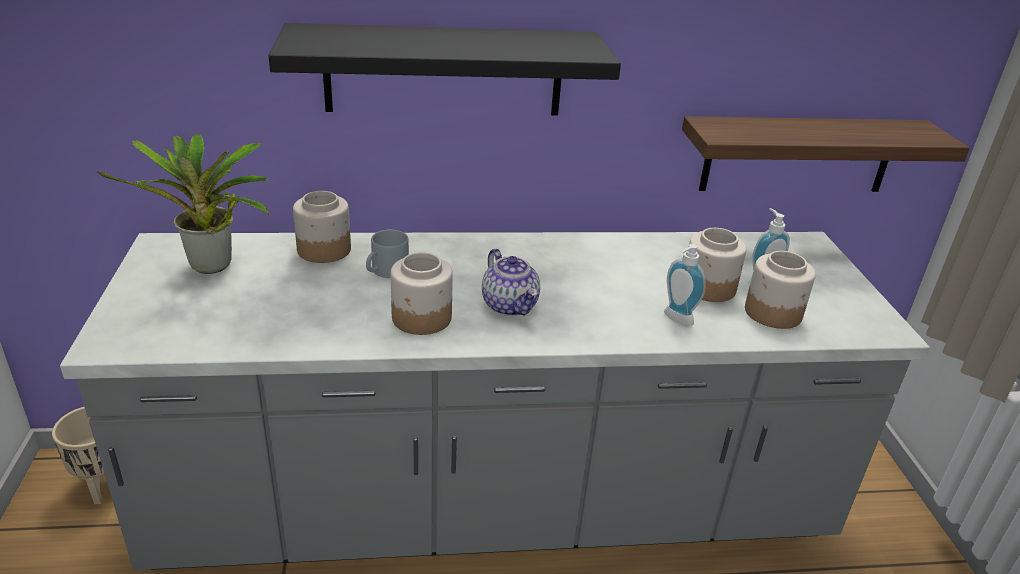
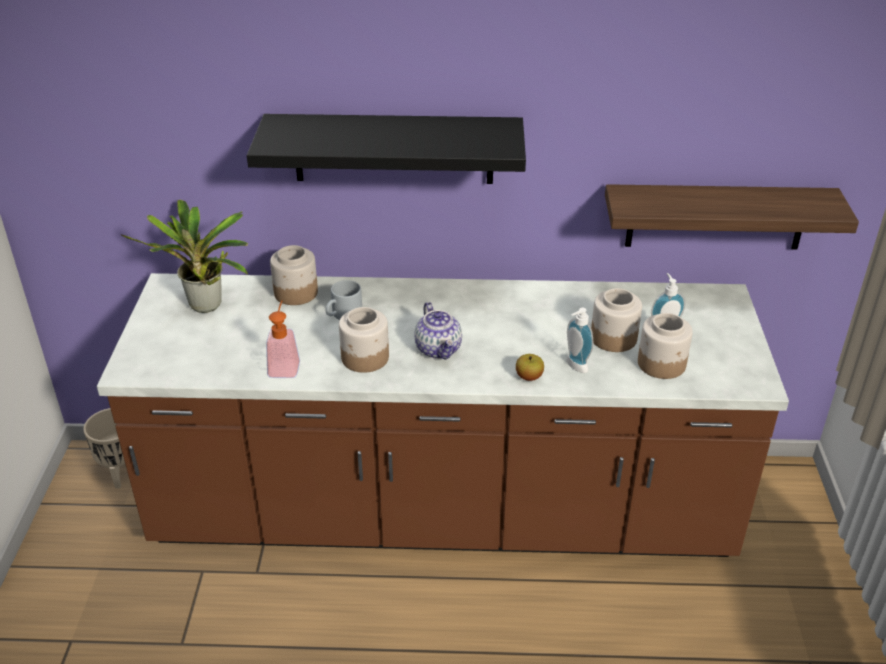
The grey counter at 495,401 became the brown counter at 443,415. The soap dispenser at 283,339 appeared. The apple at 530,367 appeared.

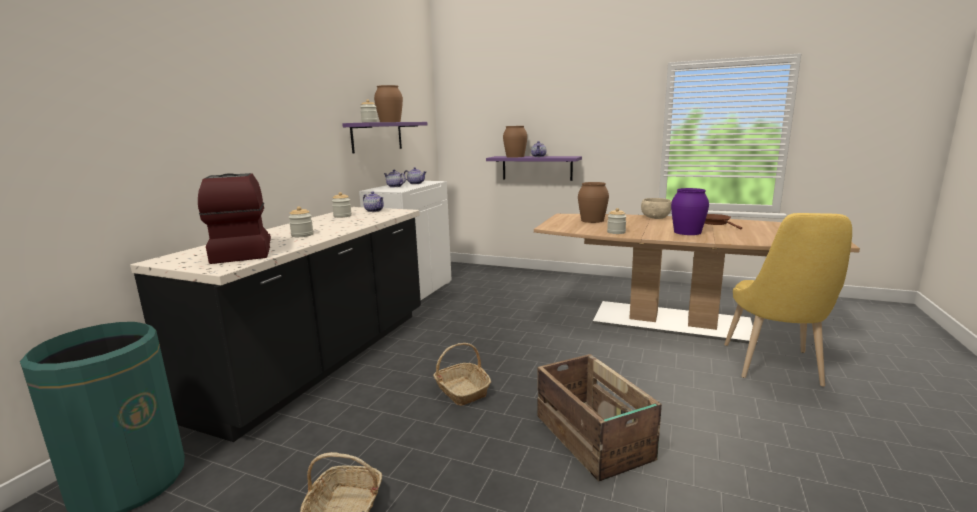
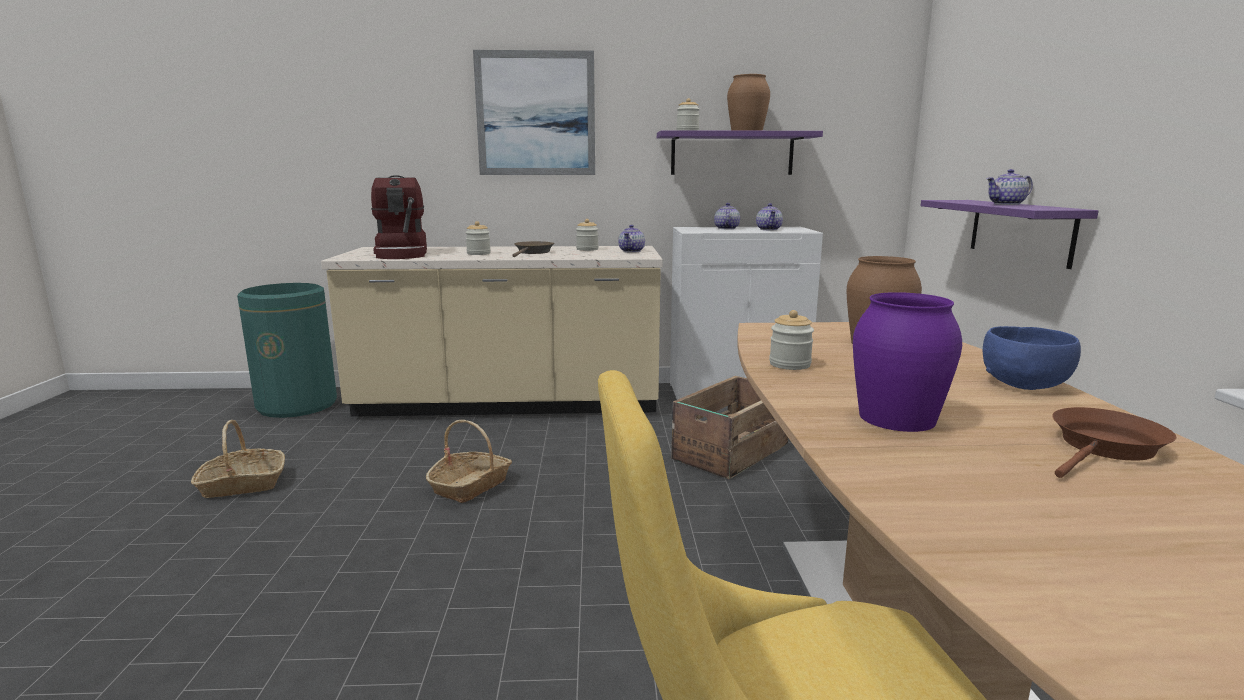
The black counter at 275,324 became the beige counter at 492,331. The coffee machine at 234,218 turned 120 degrees clockwise. The brown vase at 515,142 disappeared. The crate moved from 600,418 to 729,427. The beige bowl at 656,208 became the blue bowl at 1032,358. The picture at 534,112 appeared. The brown frying pan at 533,249 appeared.

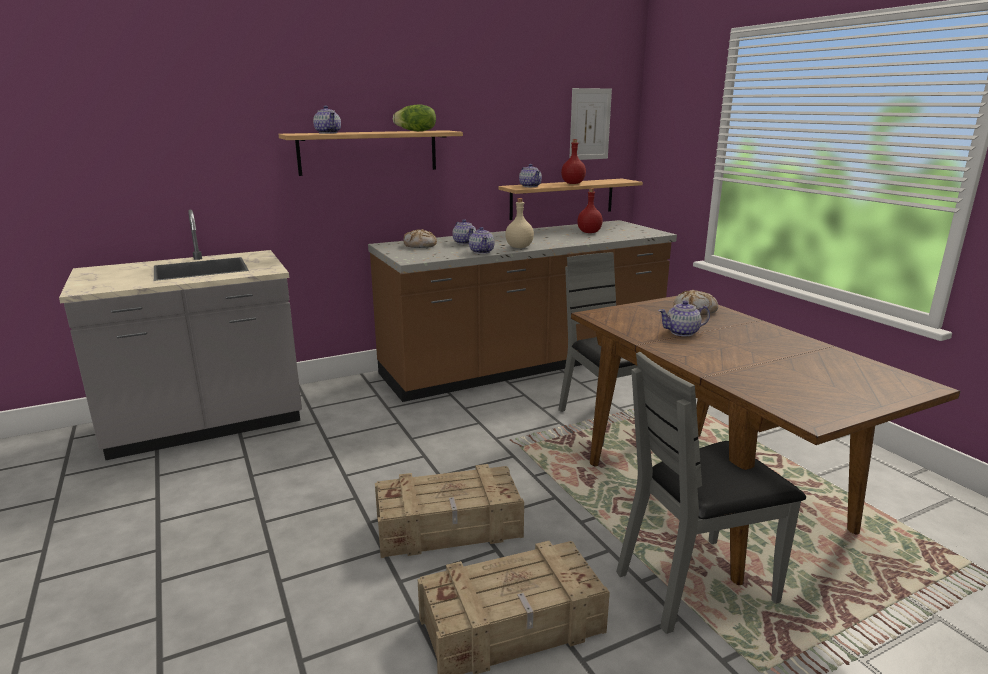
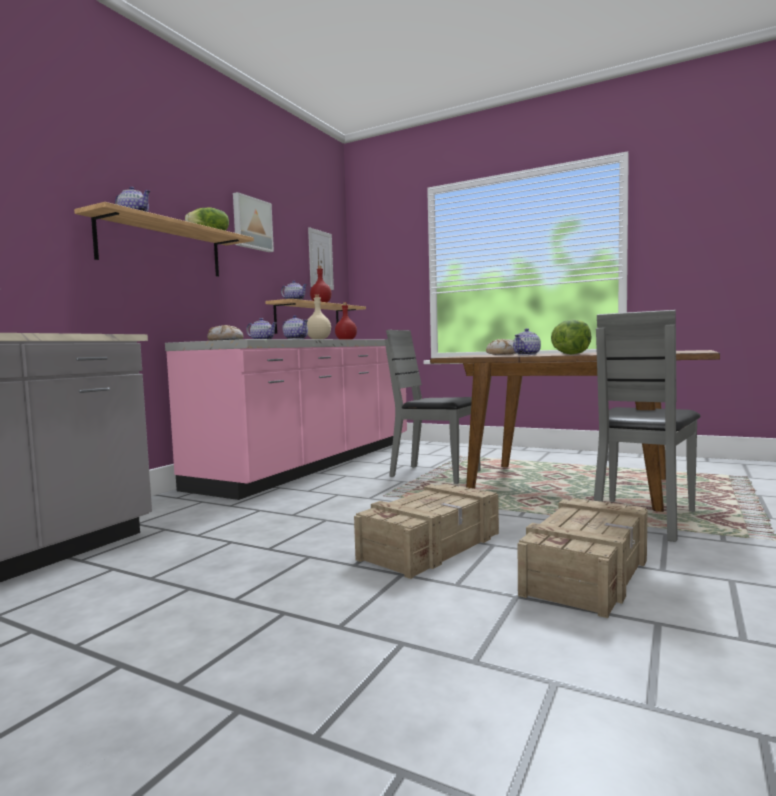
The brown counter at 522,311 became the pink counter at 286,419. The picture at 253,222 appeared. The lettuce at 571,337 appeared.

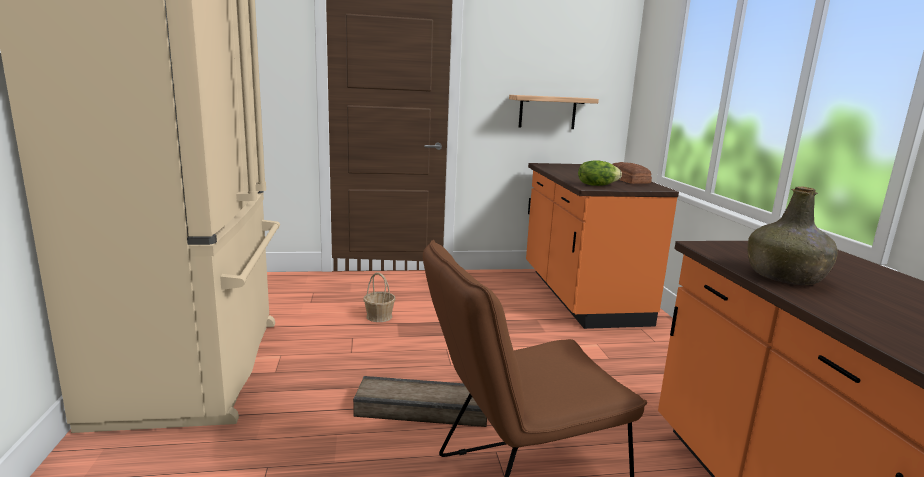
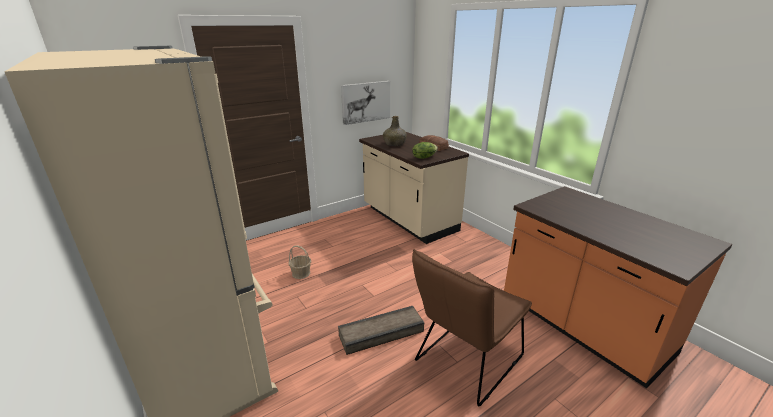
The shelf at 554,112 was replaced by the picture at 365,103. The orange counter at 602,246 became the beige counter at 414,188. The green bottle moved from 792,236 to 395,131.

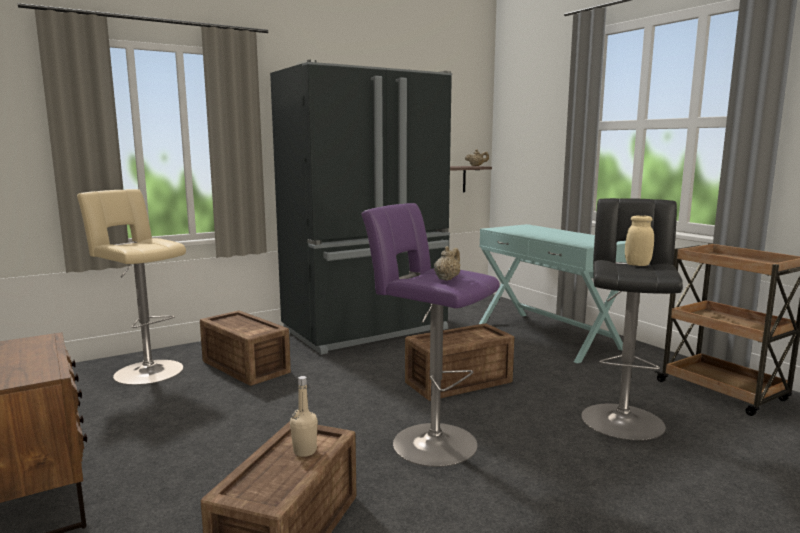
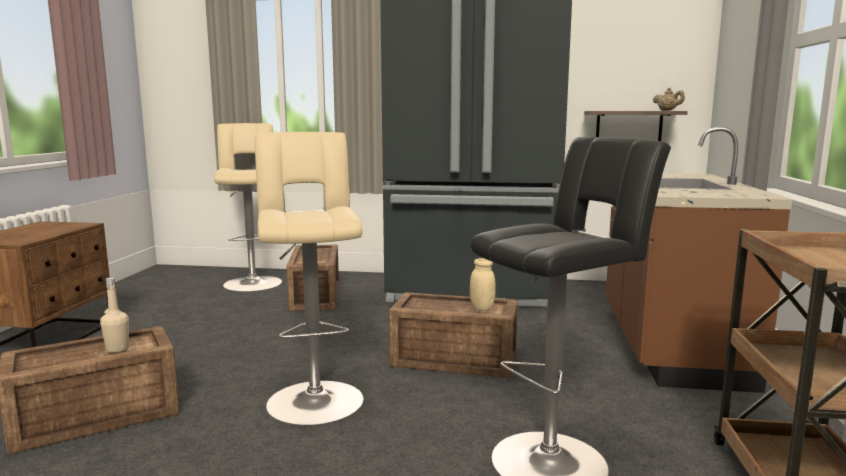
The purple stool at 430,335 became the beige stool at 309,279. The beige teapot at 447,263 disappeared. The turquoise console table at 553,293 was replaced by the brown counter at 699,260. The beige jar moved from 639,240 to 483,284.

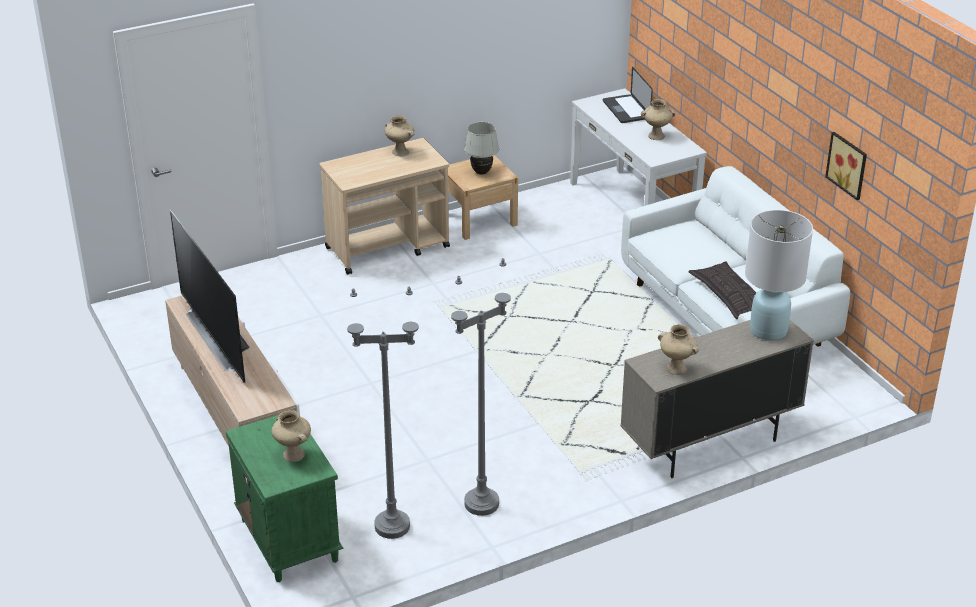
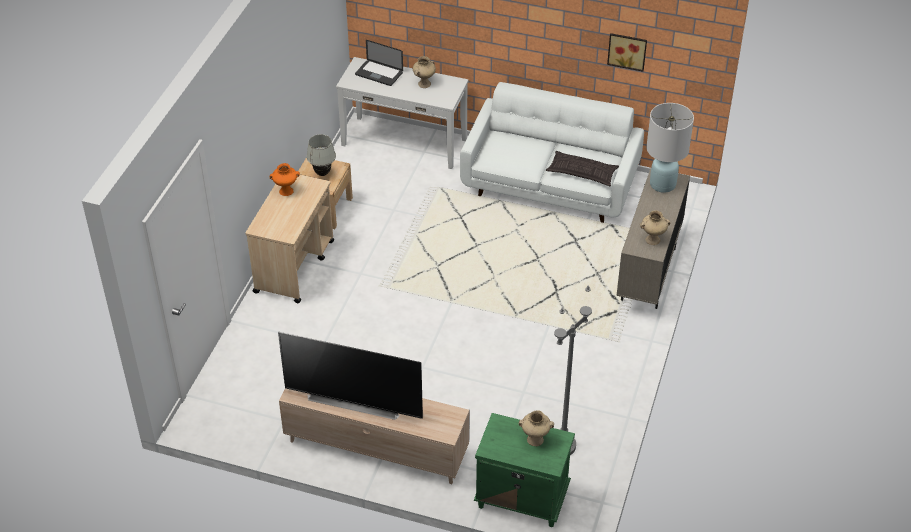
The beige vase at 399,135 became the orange vase at 285,179. The grey floor lamp at 481,387 disappeared.

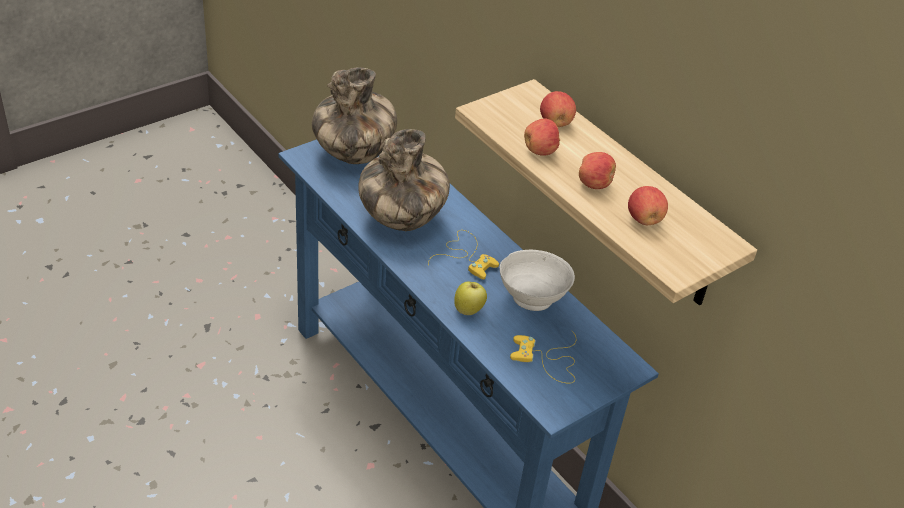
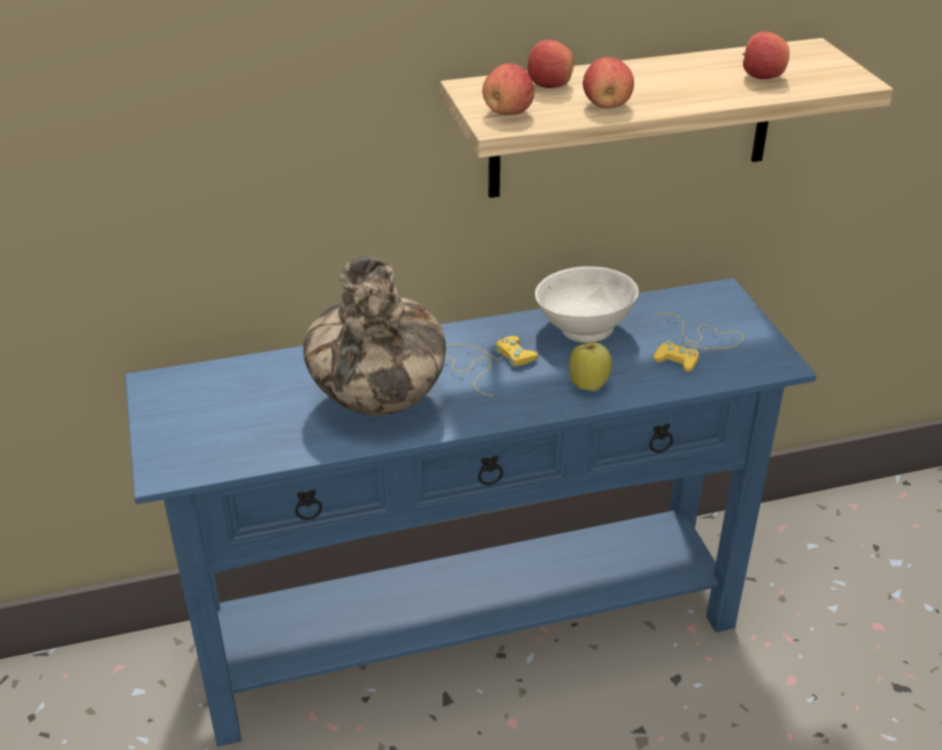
The vase at 354,115 disappeared. The apple moved from 597,170 to 508,89.

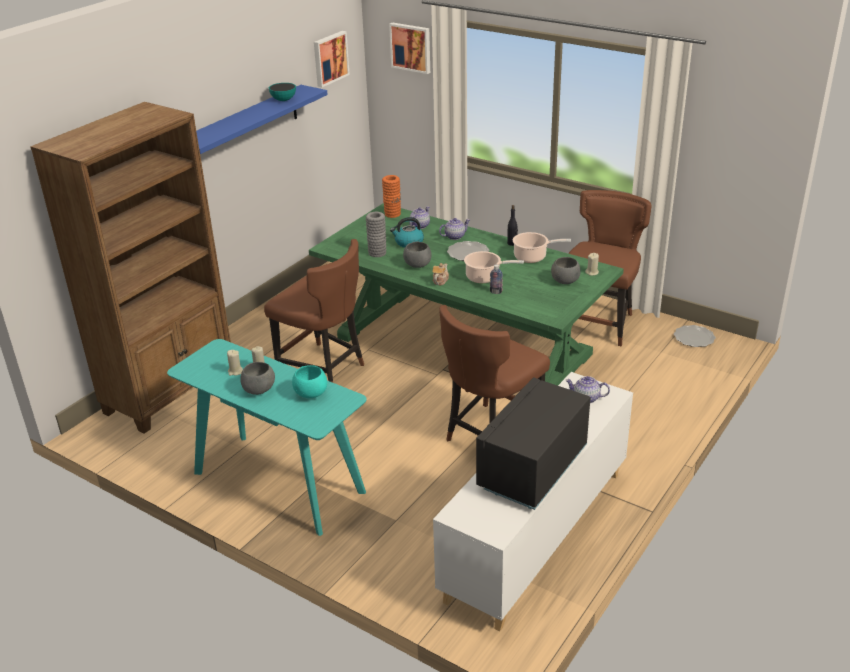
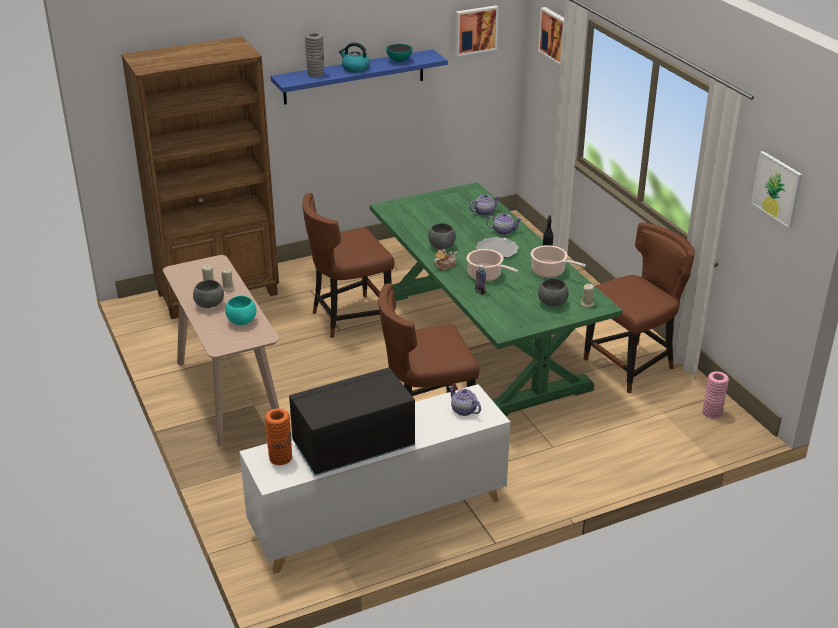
The turquoise console table at 267,437 became the beige console table at 221,350. The brown chair at 314,311 turned 90 degrees clockwise. The grey vase moved from 376,234 to 314,54. The orange vase moved from 391,196 to 278,437. The kettle moved from 407,232 to 354,57. The plate at 695,336 was replaced by the pink vase at 716,394. The picture at 776,189 appeared.

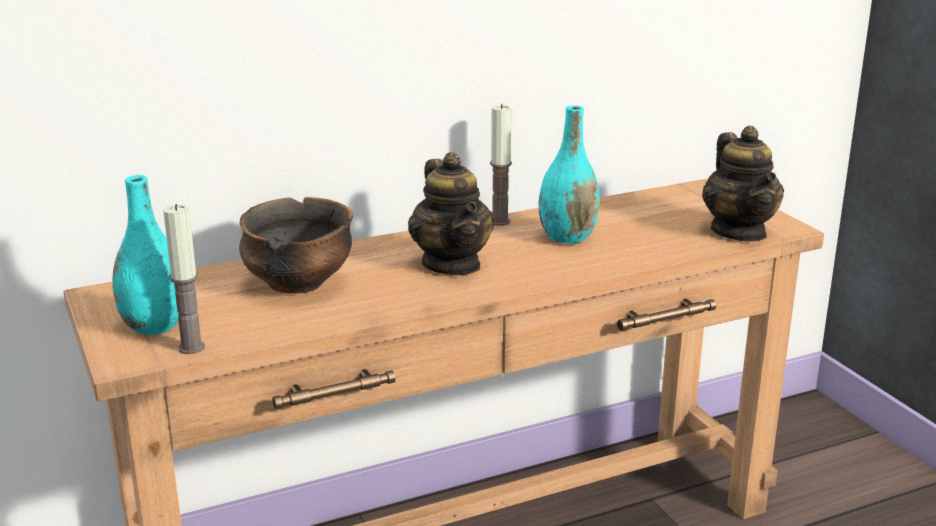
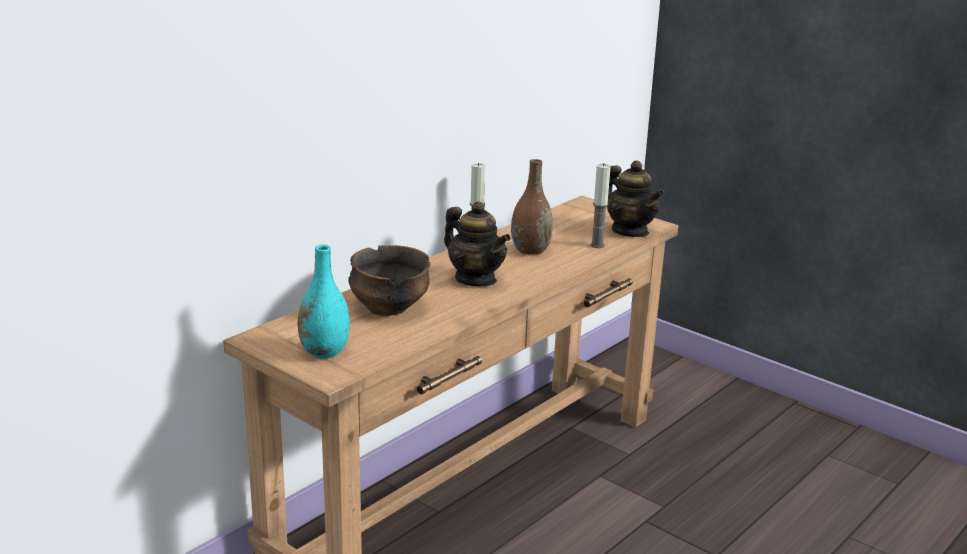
The candle moved from 184,279 to 600,206. The turquoise vase at 569,174 became the brown vase at 532,207.

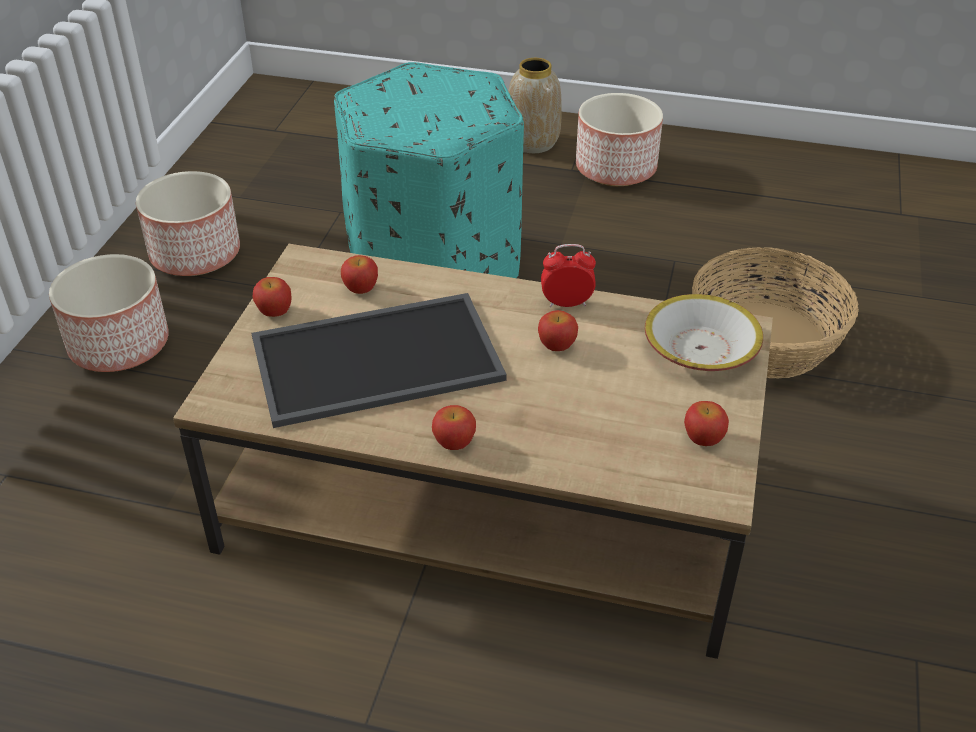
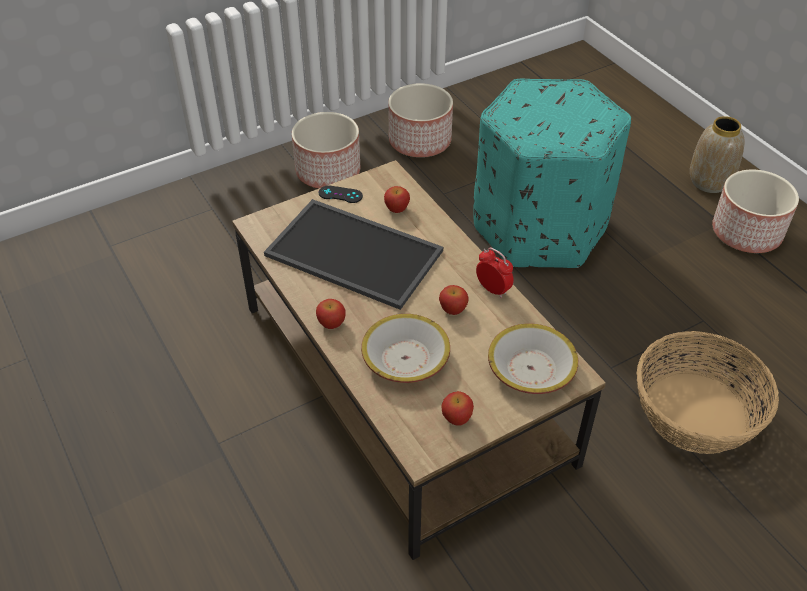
The apple at 272,297 was replaced by the black game controller at 341,194. The bowl at 405,348 appeared.

